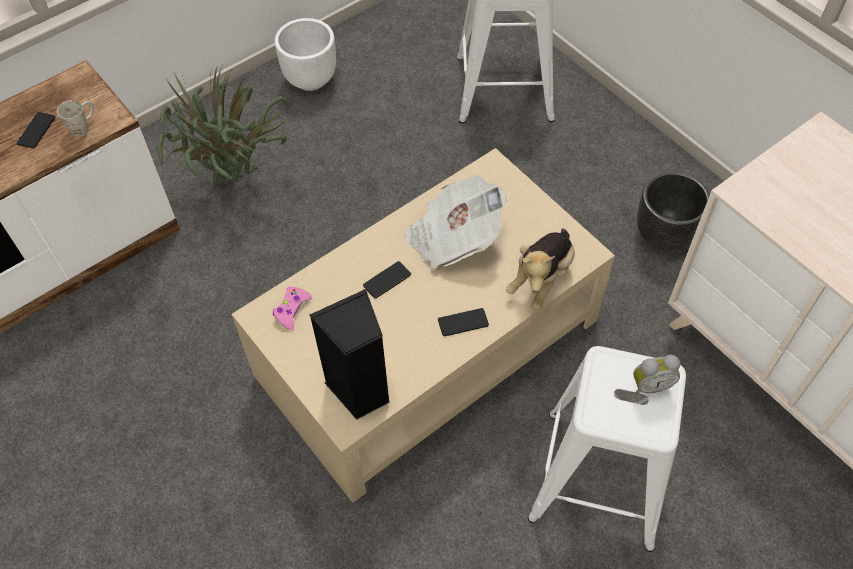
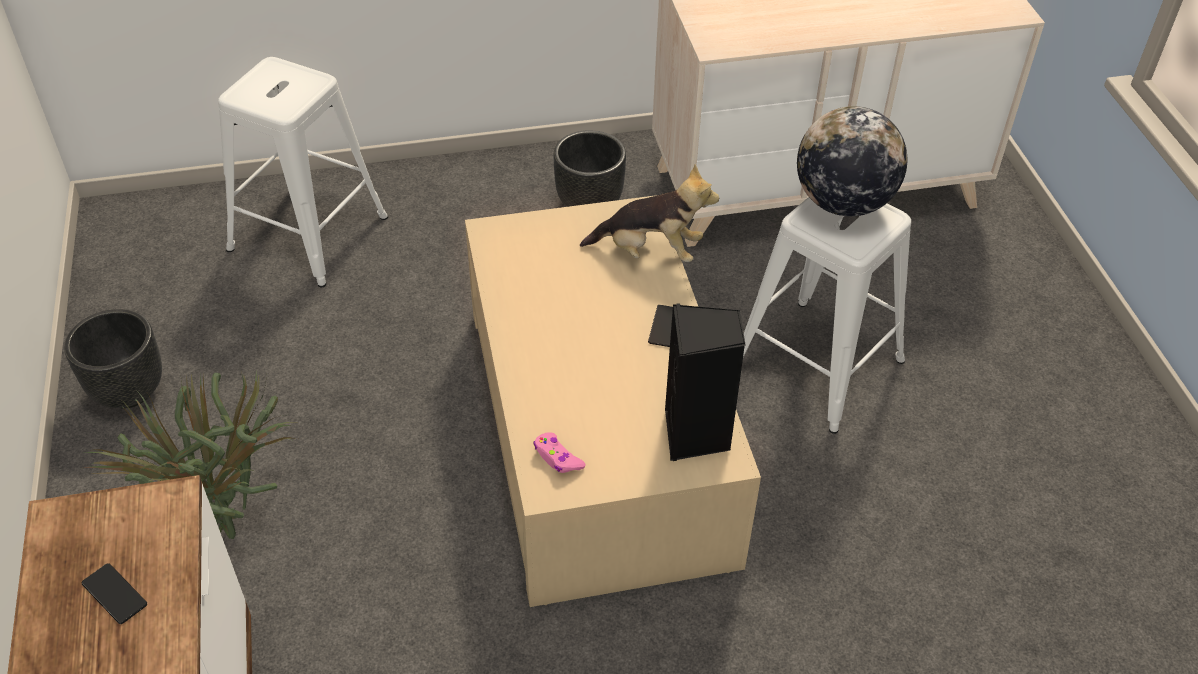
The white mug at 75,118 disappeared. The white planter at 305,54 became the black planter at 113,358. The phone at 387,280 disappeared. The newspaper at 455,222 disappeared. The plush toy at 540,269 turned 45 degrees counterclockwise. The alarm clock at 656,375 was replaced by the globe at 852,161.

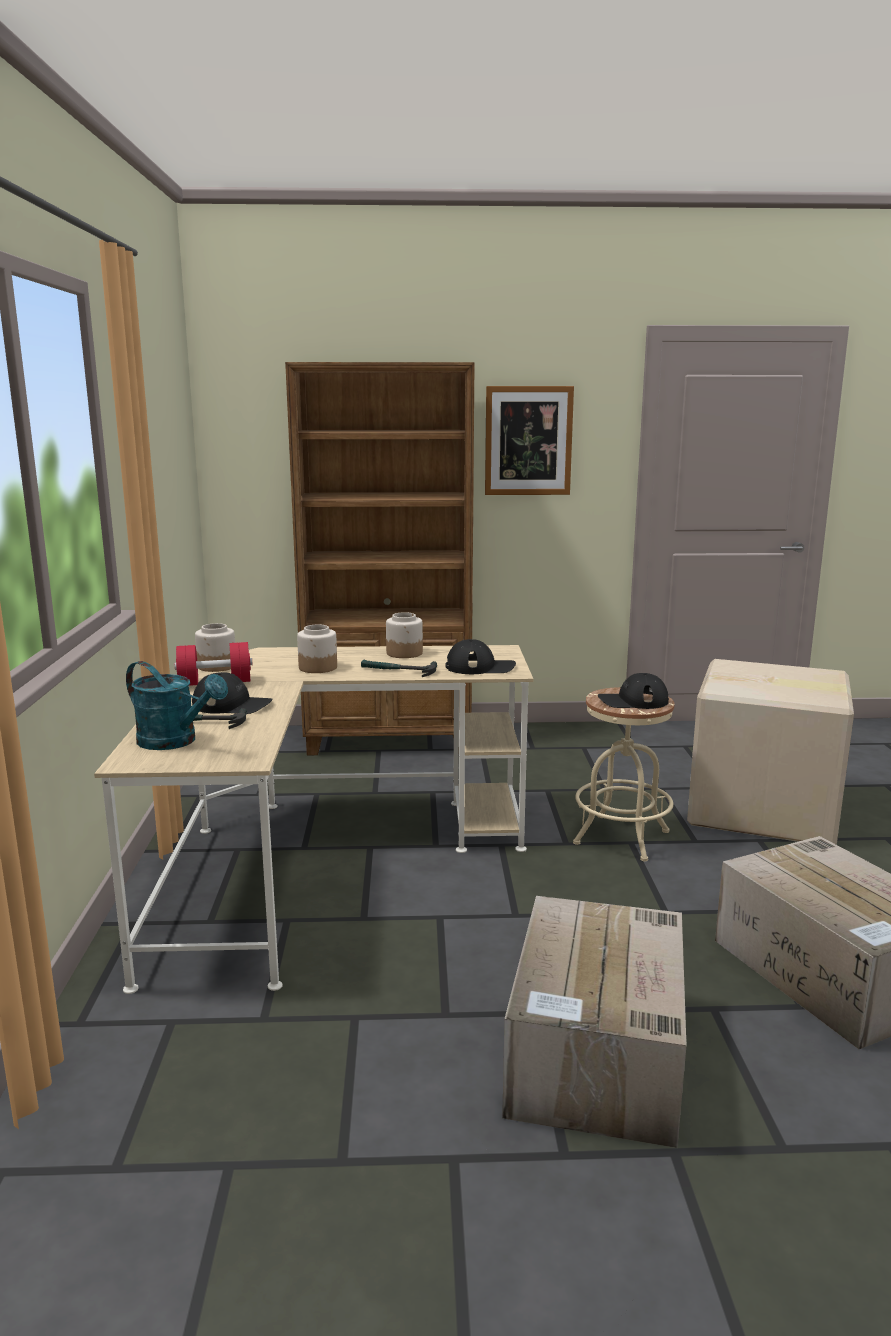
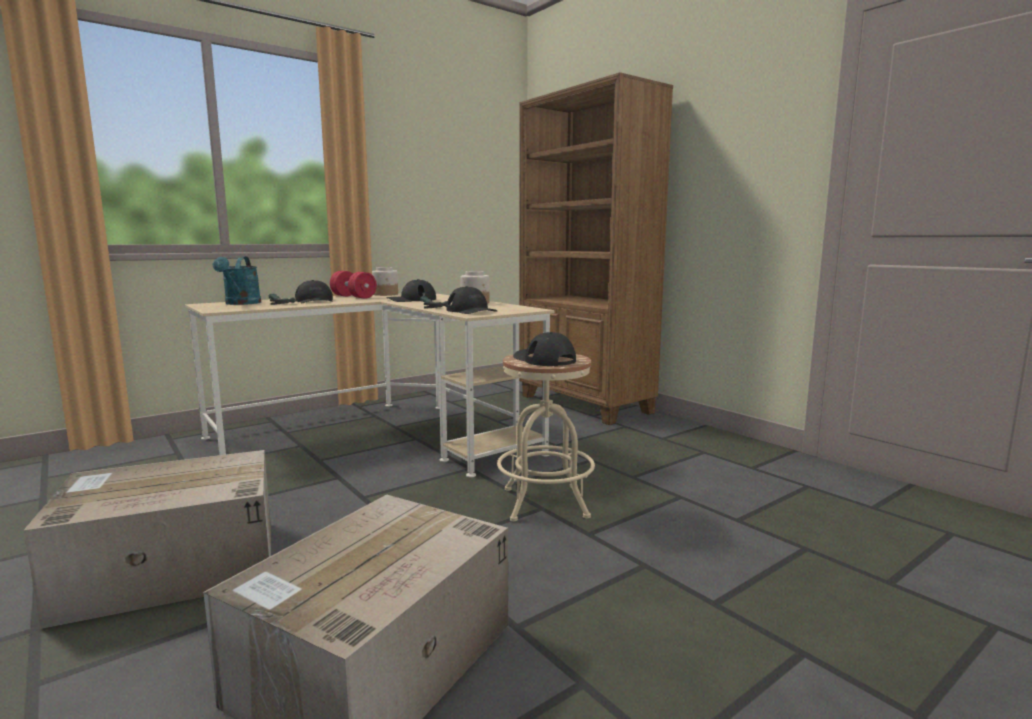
The jar at 317,649 was replaced by the black cap at 411,290. The picture at 529,440 disappeared. The cardboard box at 770,751 disappeared.

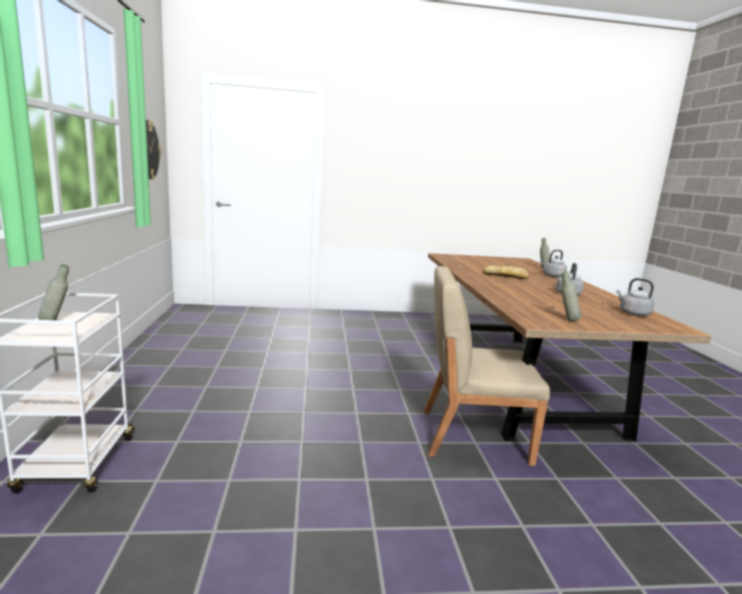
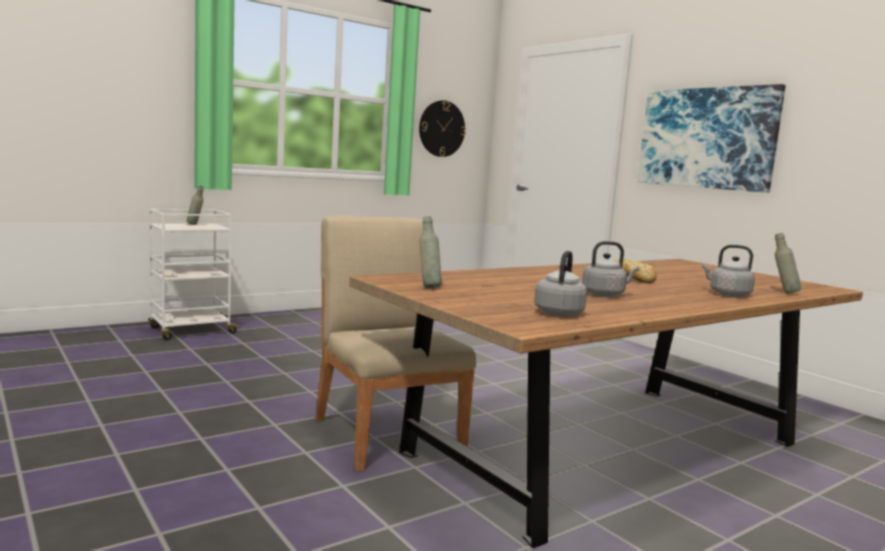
The picture at 711,138 appeared.

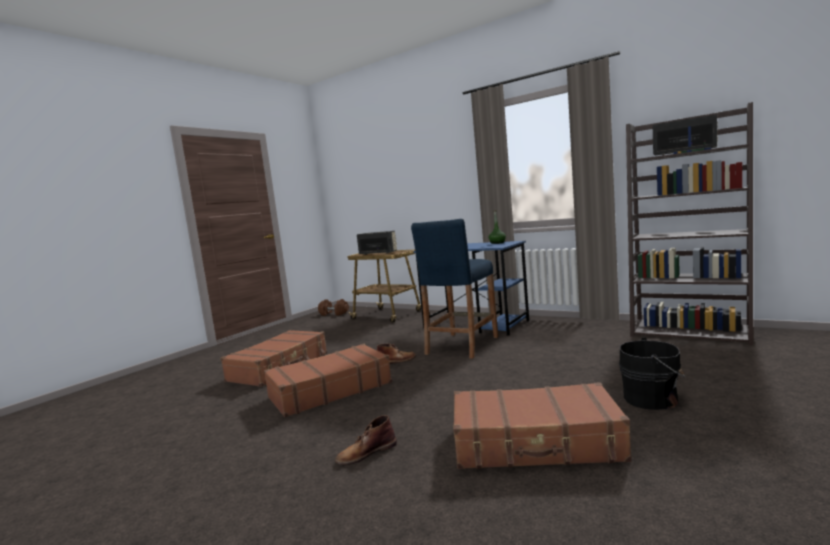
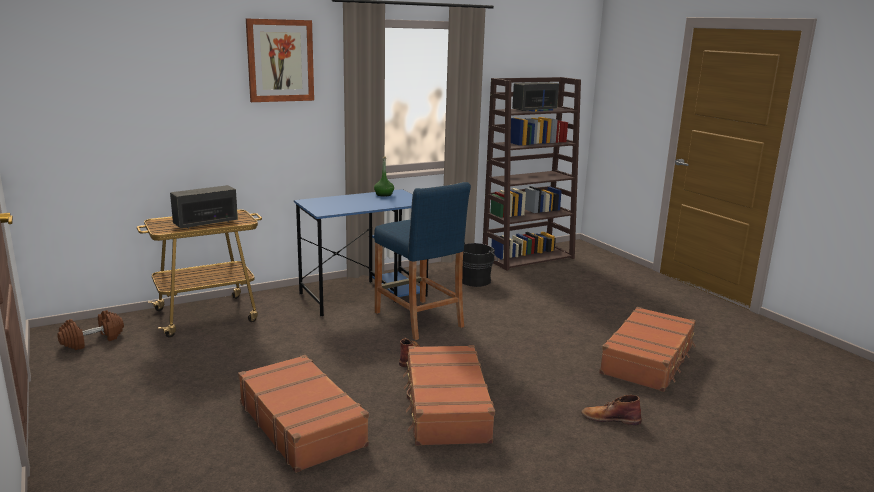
The brown boot at 366,440 turned 105 degrees clockwise. The black bucket moved from 652,374 to 480,264. The picture at 280,60 appeared.

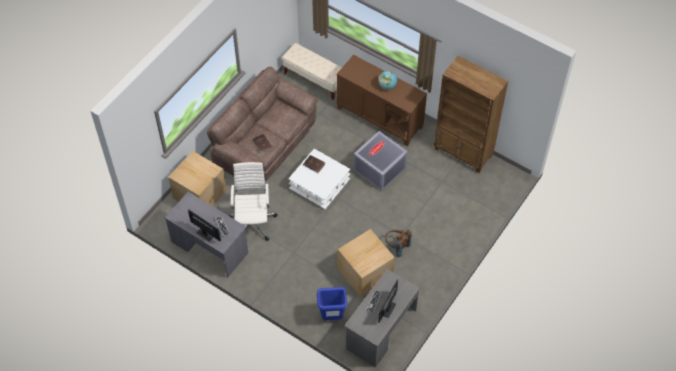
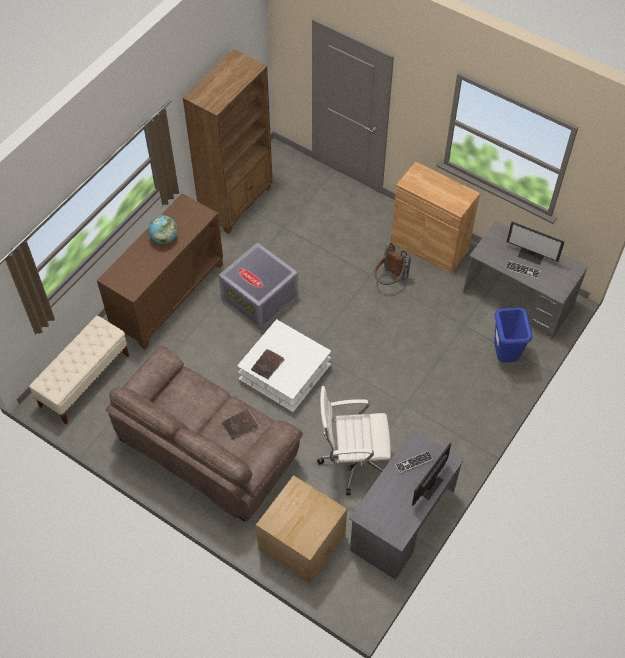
The cardboard box at 366,263 disappeared. The brown cabinet at 435,218 appeared.

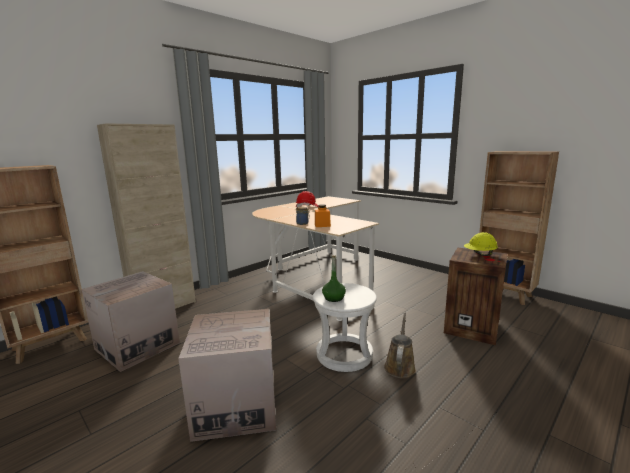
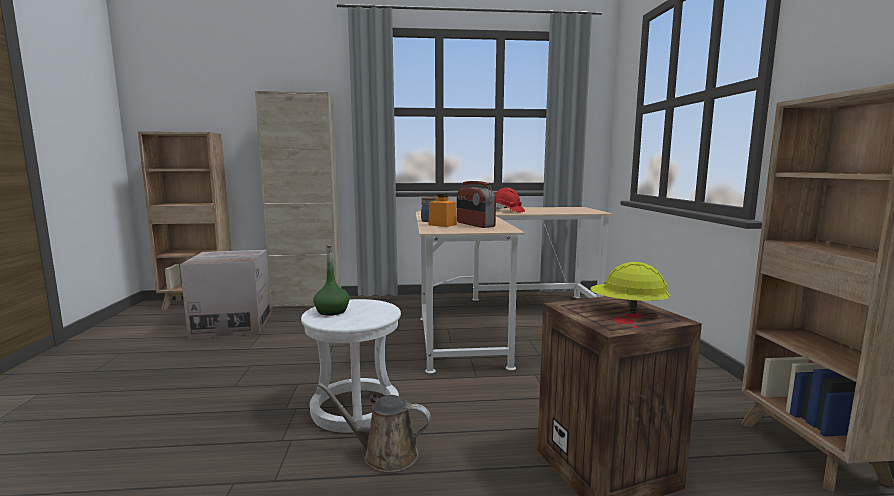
The cardboard box at 227,375 disappeared. The brown watering can at 400,345 turned 135 degrees counterclockwise. The radio at 476,204 appeared.

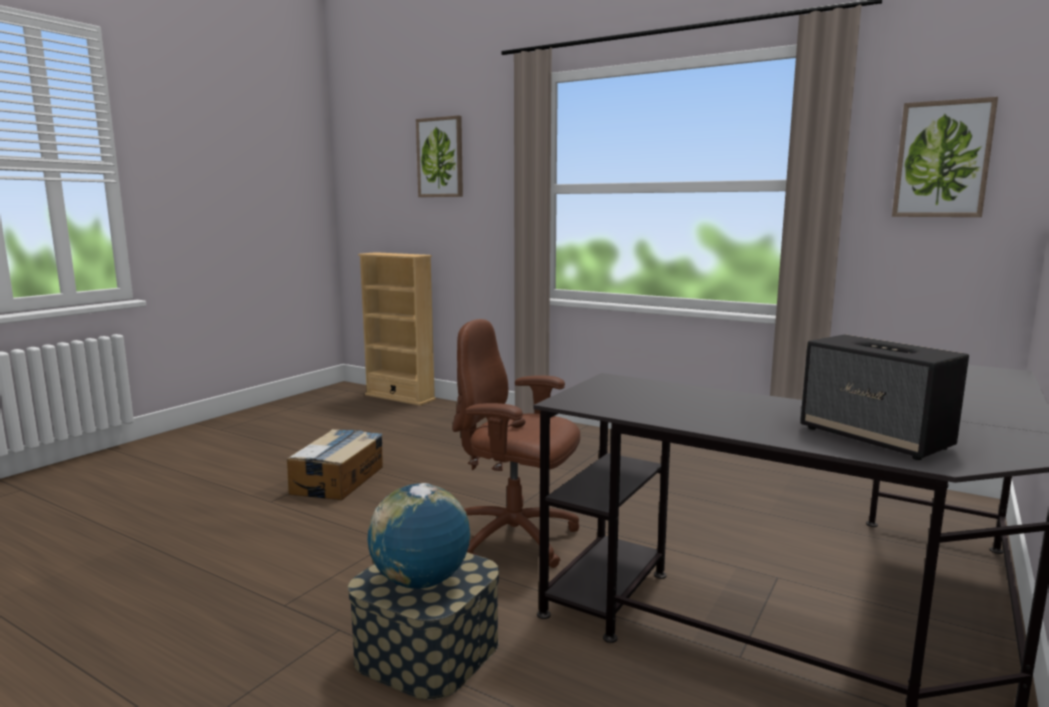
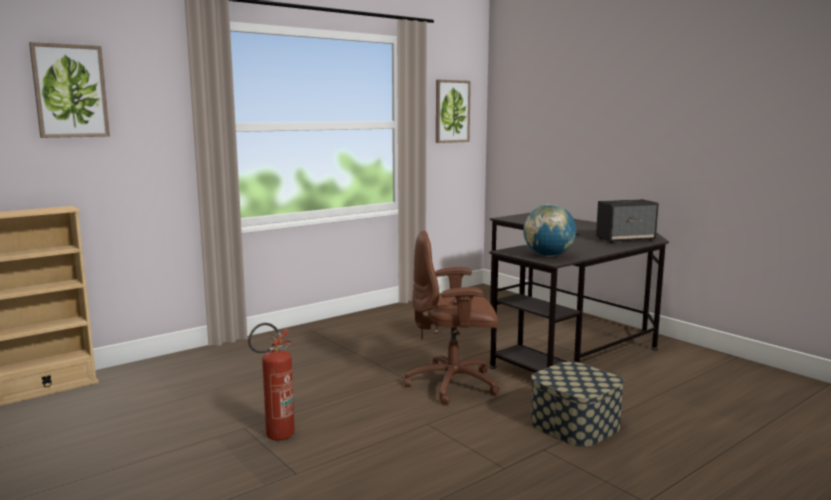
The cardboard box at 335,464 was replaced by the fire extinguisher at 271,381. The globe moved from 419,536 to 549,230. The brown office chair at 516,443 turned 45 degrees clockwise.

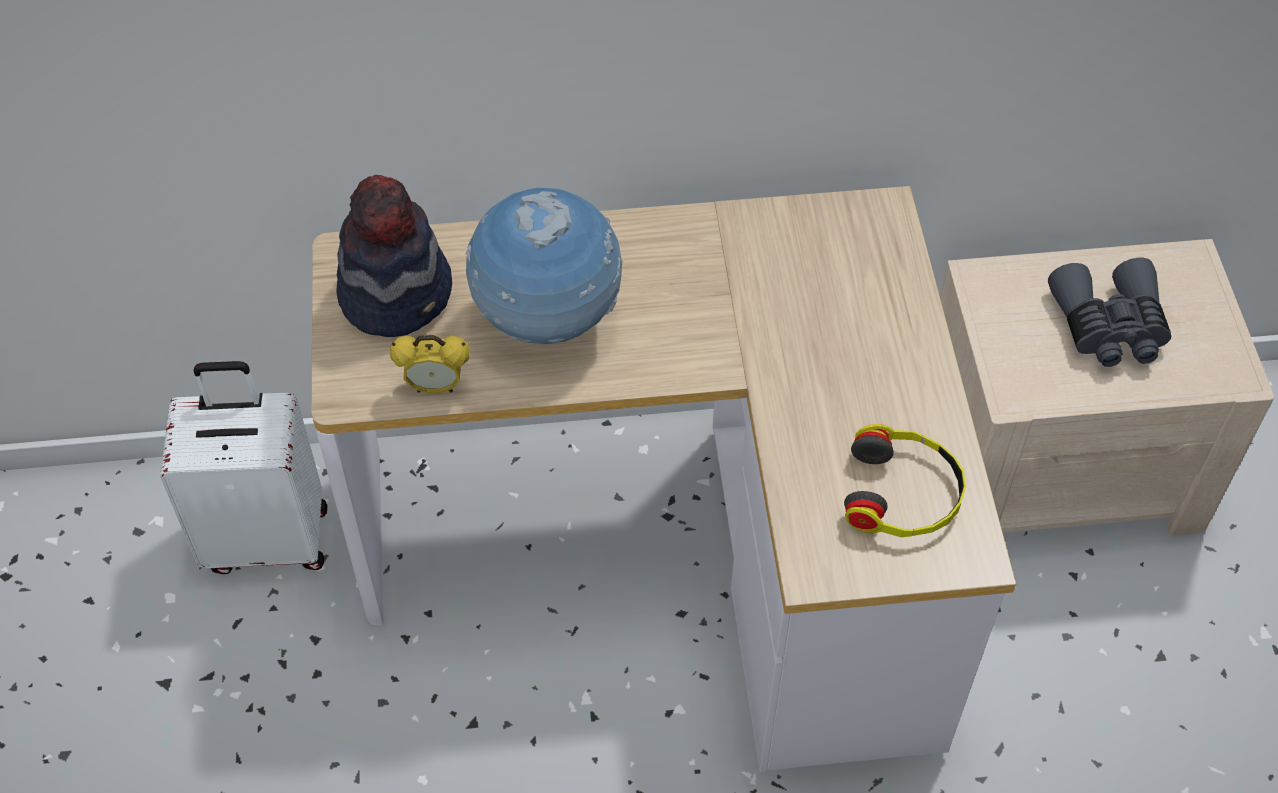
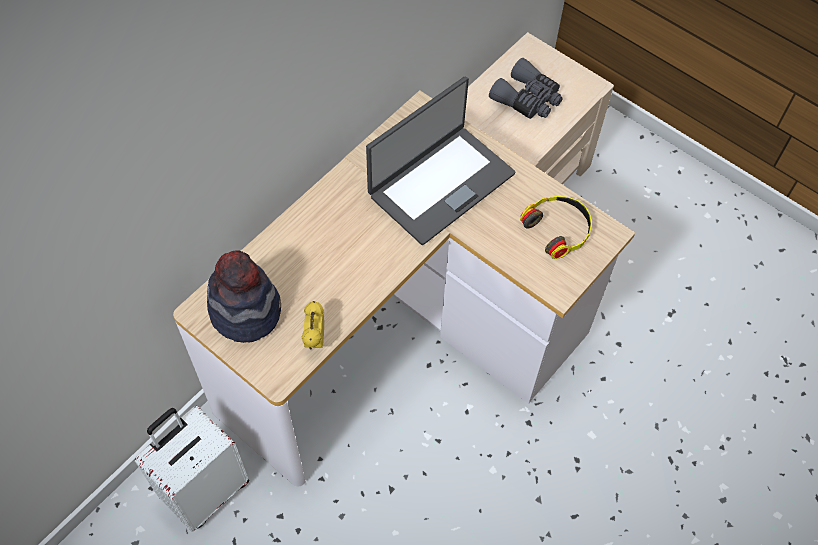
The alarm clock at 430,364 turned 135 degrees clockwise. The globe at 544,266 disappeared. The laptop at 440,160 appeared.

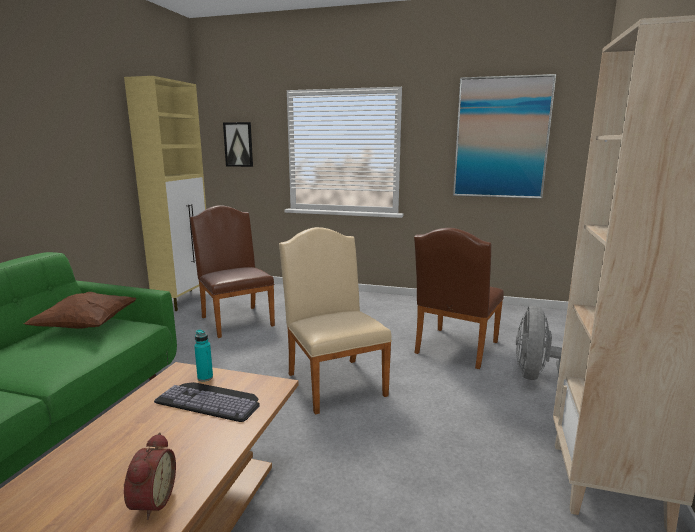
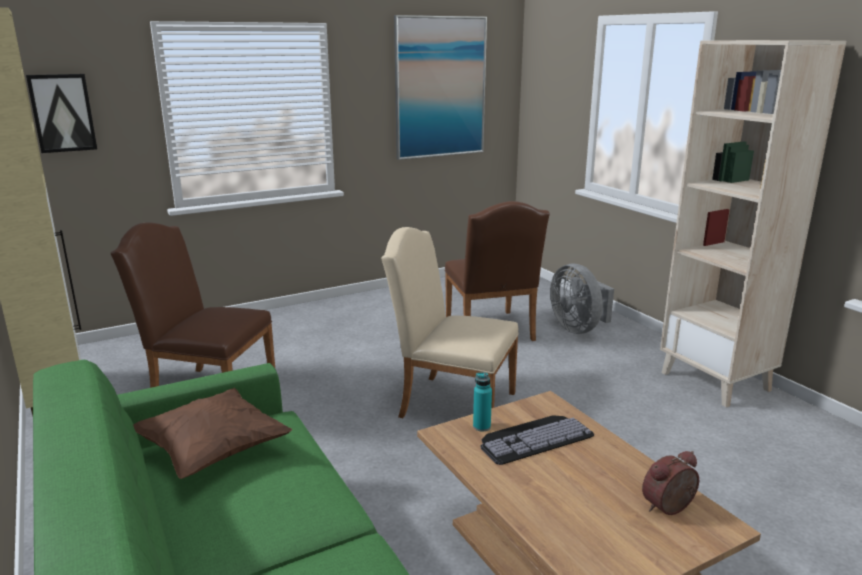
The alarm clock at 150,476 turned 75 degrees counterclockwise.

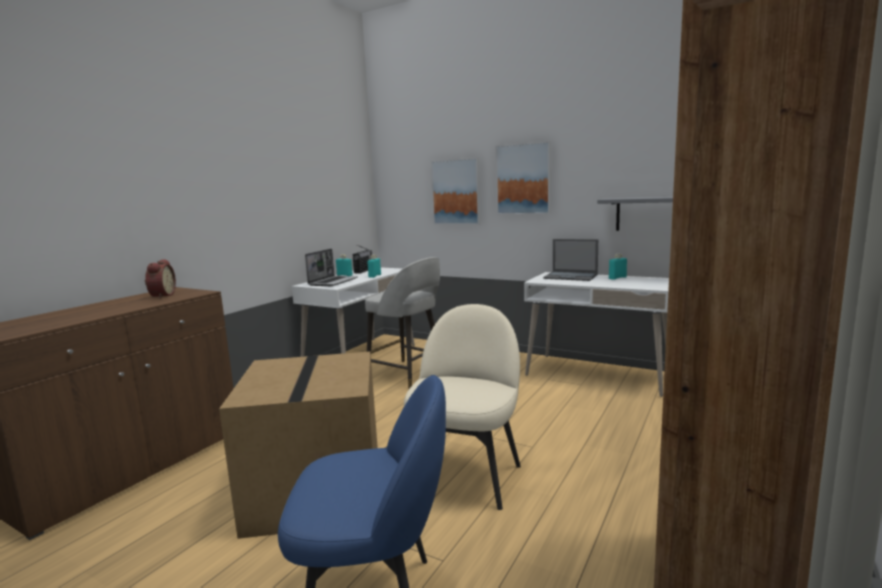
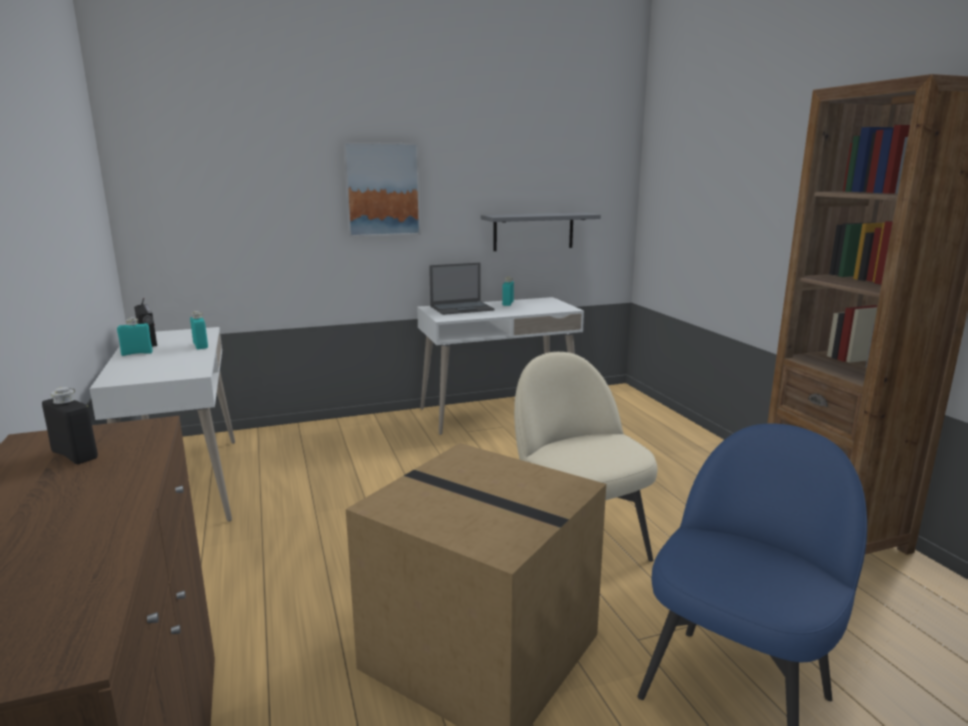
The alarm clock at 160,278 was replaced by the black bottle at 70,425. The laptop at 331,267 disappeared. The grey stool at 402,323 disappeared. The picture at 456,191 disappeared.

